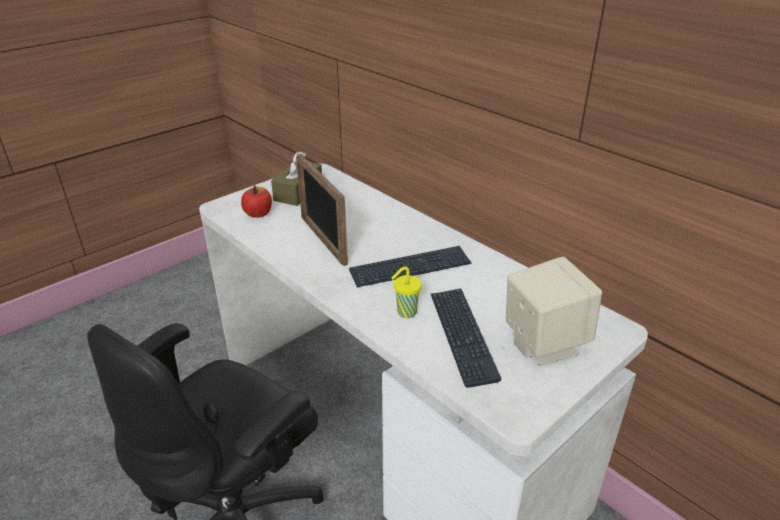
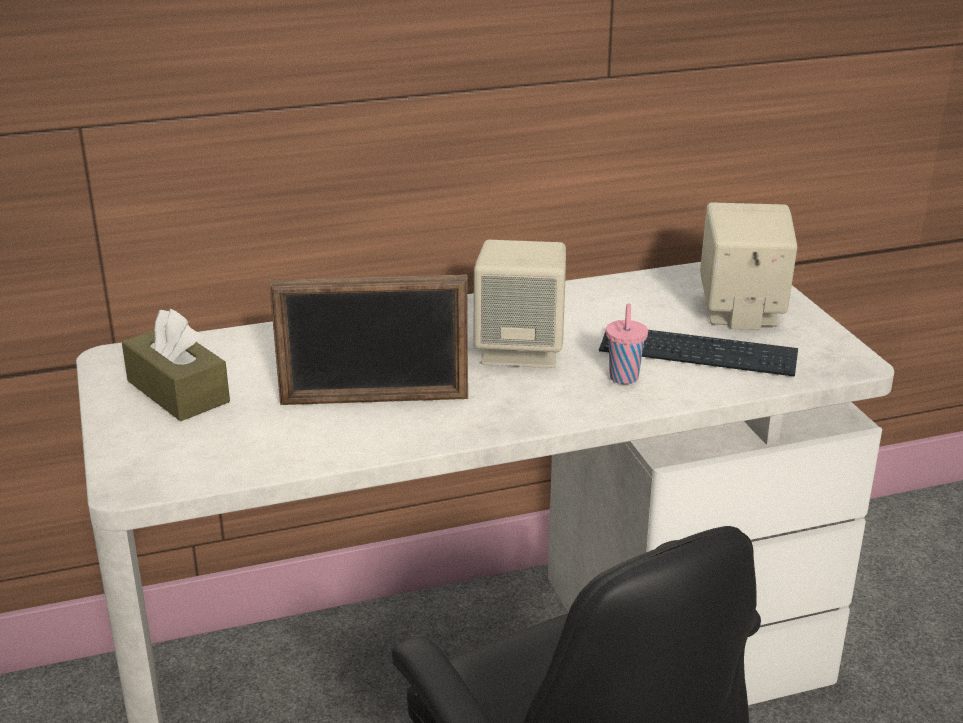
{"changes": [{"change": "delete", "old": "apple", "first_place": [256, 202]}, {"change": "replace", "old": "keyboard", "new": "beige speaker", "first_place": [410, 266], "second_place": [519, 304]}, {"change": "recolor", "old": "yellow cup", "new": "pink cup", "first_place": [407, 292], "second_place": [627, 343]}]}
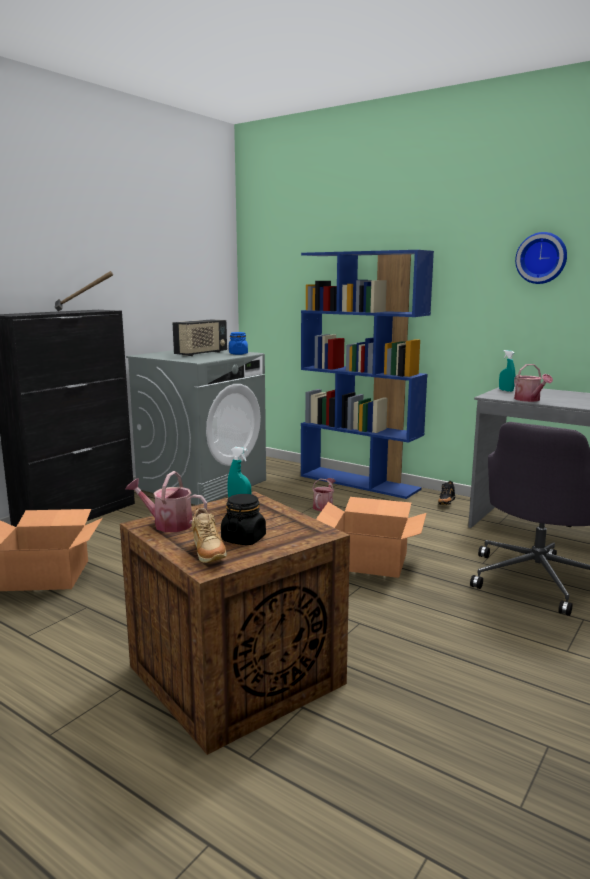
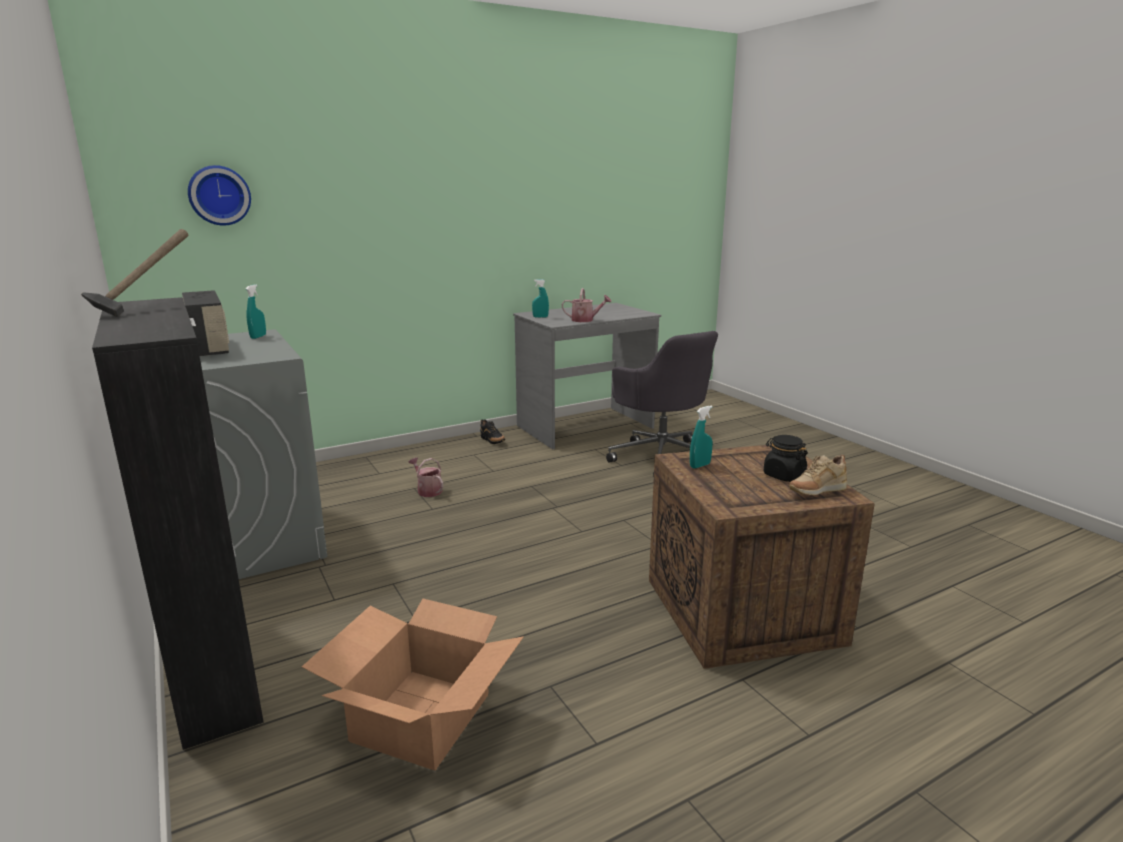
{"changes": [{"change": "delete", "old": "watering can", "first_place": [166, 501]}, {"change": "rotate", "old": "beige shoe", "first_place": [209, 535], "second_place": [818, 475], "degrees": 150}, {"change": "replace", "old": "blue jar", "new": "turquoise spray bottle", "first_place": [238, 343], "second_place": [256, 311]}, {"change": "delete", "old": "blue bookcase", "first_place": [367, 374]}, {"change": "delete", "old": "cardboard box", "first_place": [371, 537]}, {"change": "move", "old": "wall clock", "first_place": [541, 258], "second_place": [219, 195]}]}
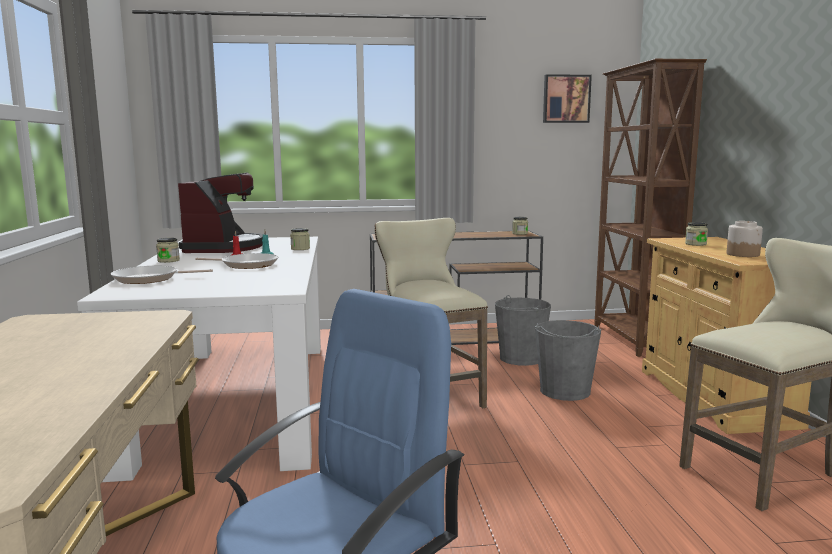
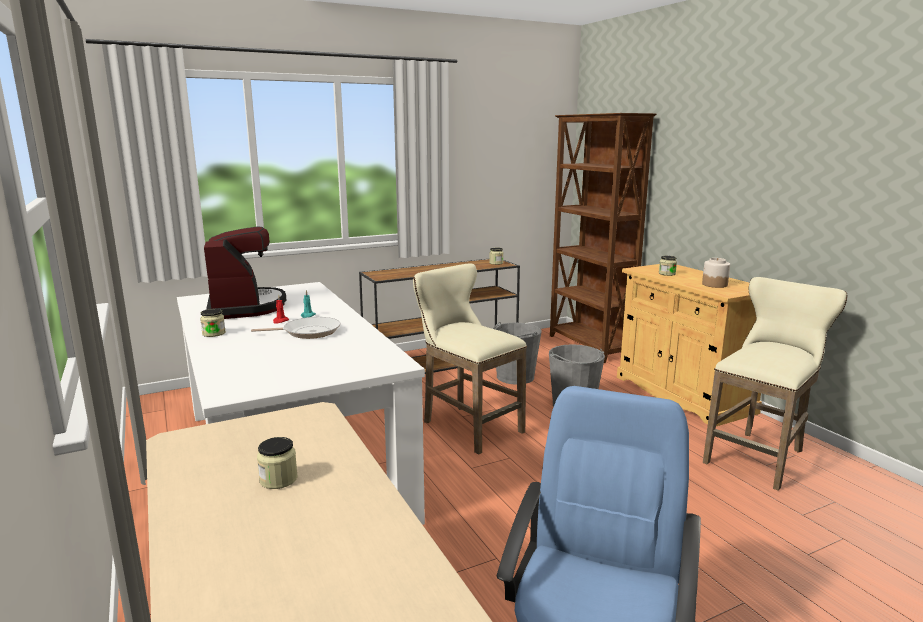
{"changes": [{"change": "delete", "old": "frying pan", "first_place": [162, 275]}, {"change": "move", "old": "jar", "first_place": [300, 239], "second_place": [277, 463]}, {"change": "delete", "old": "picture", "first_place": [567, 98]}]}
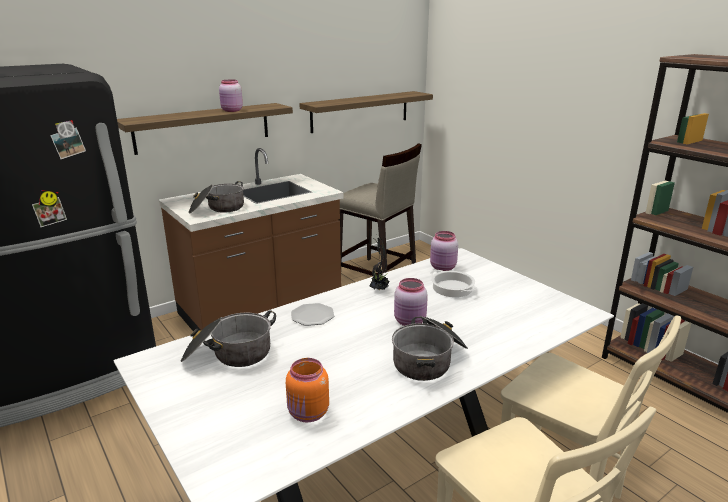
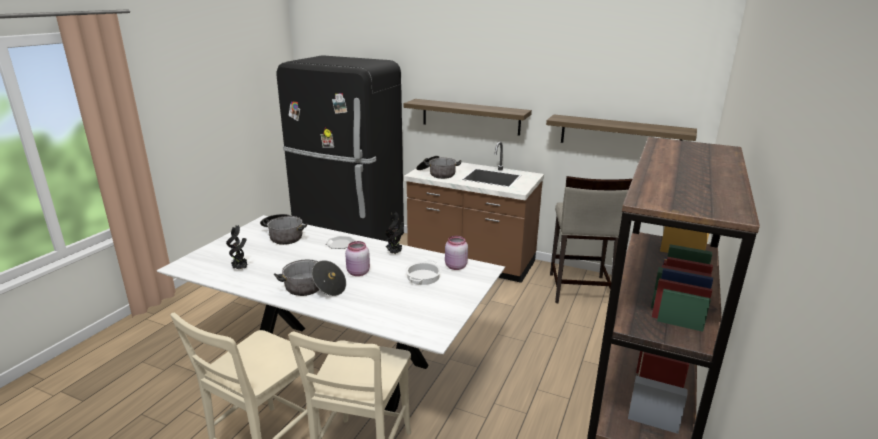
{"changes": [{"change": "delete", "old": "pink jar", "first_place": [231, 96]}, {"change": "replace", "old": "orange jar", "new": "potted plant", "first_place": [307, 390], "second_place": [237, 247]}]}
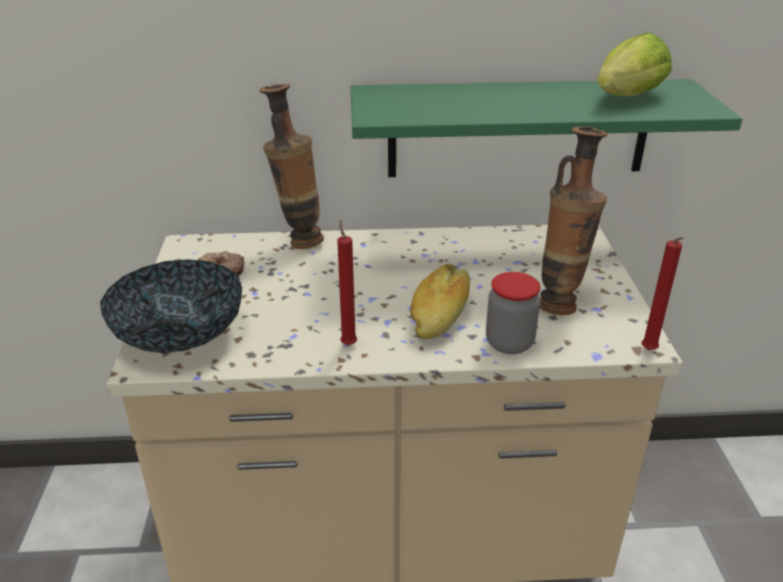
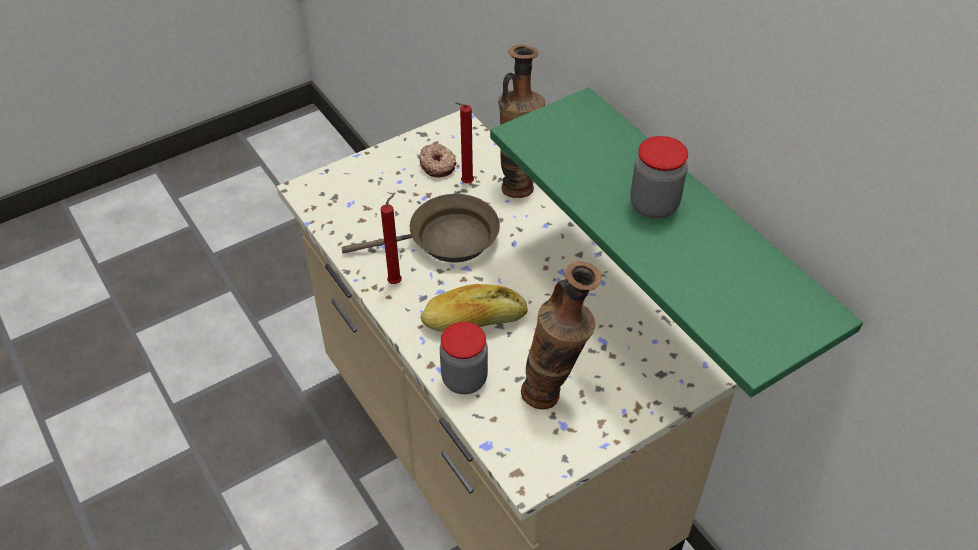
{"changes": [{"change": "delete", "old": "bowl", "first_place": [171, 306]}, {"change": "delete", "old": "lettuce", "first_place": [634, 64]}, {"change": "move", "old": "red candle", "first_place": [662, 293], "second_place": [464, 142]}, {"change": "insert", "new": "brown frying pan", "second_place": [421, 228]}, {"change": "insert", "new": "jar", "second_place": [659, 177]}]}
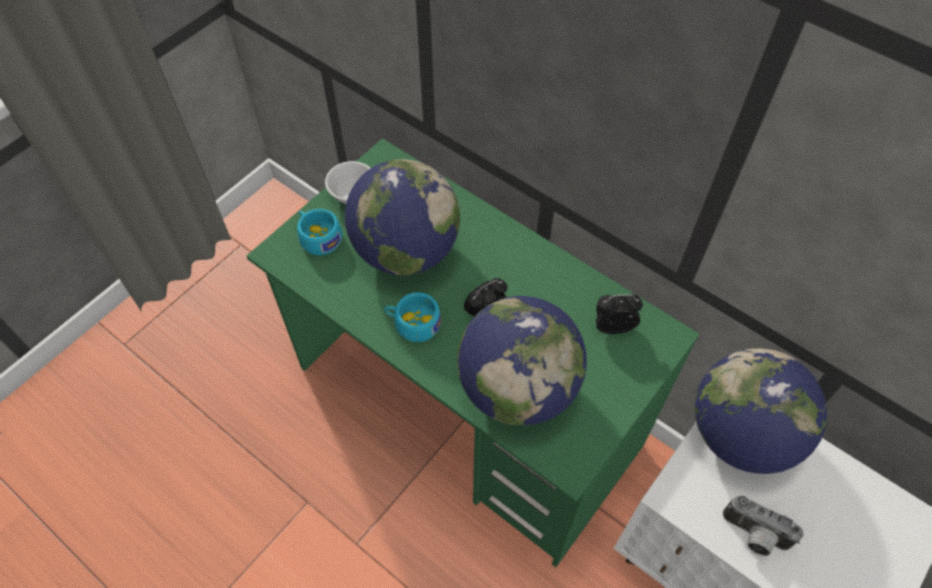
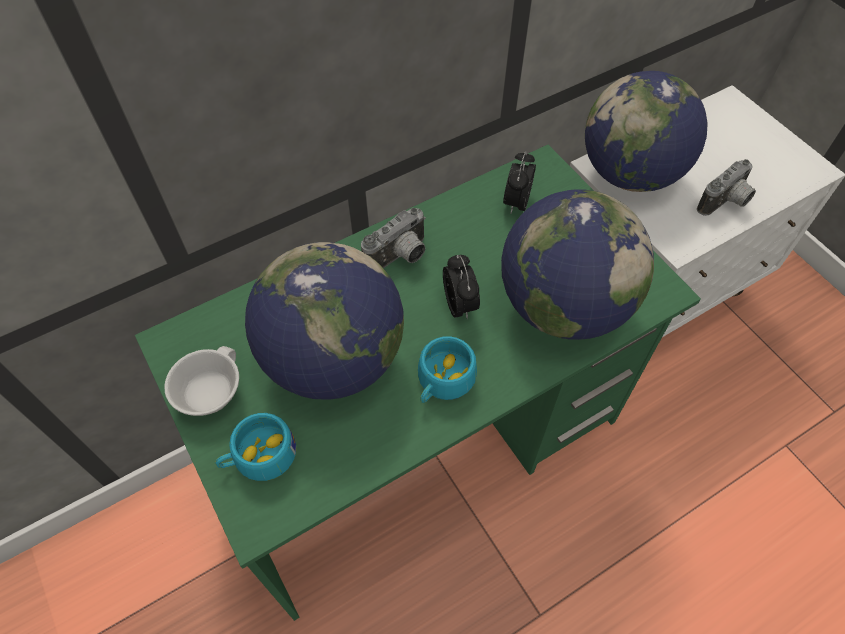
{"changes": [{"change": "insert", "new": "photo camera", "second_place": [393, 238]}]}
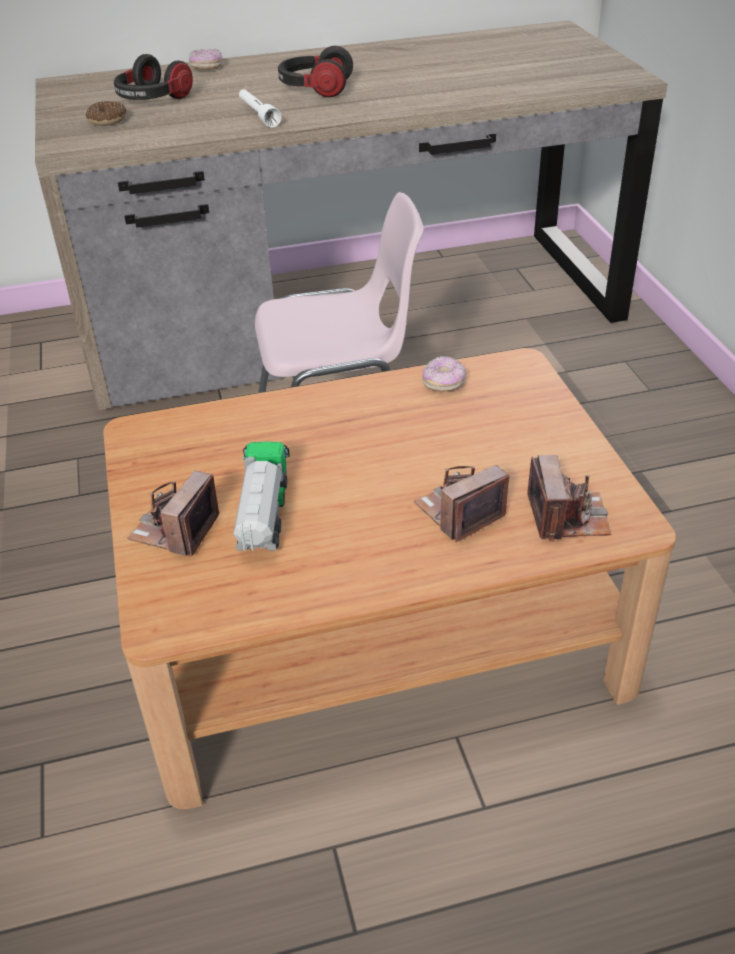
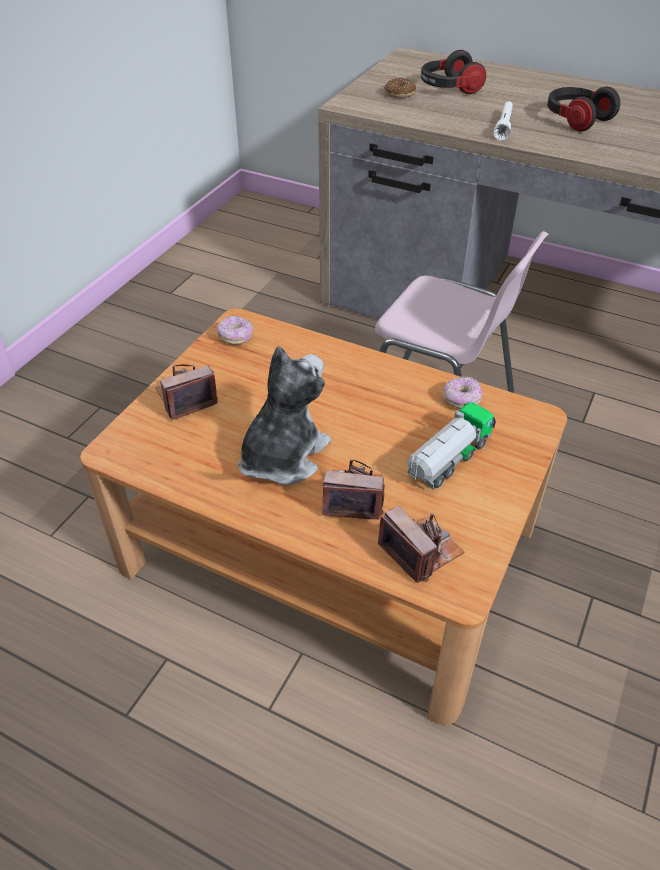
{"changes": [{"change": "move", "old": "donut", "first_place": [206, 59], "second_place": [234, 330]}, {"change": "move", "old": "toy truck", "first_place": [261, 496], "second_place": [451, 445]}, {"change": "rotate", "old": "photo camera", "first_place": [569, 498], "second_place": [421, 544], "degrees": -75}, {"change": "insert", "new": "plush toy", "second_place": [284, 415]}]}
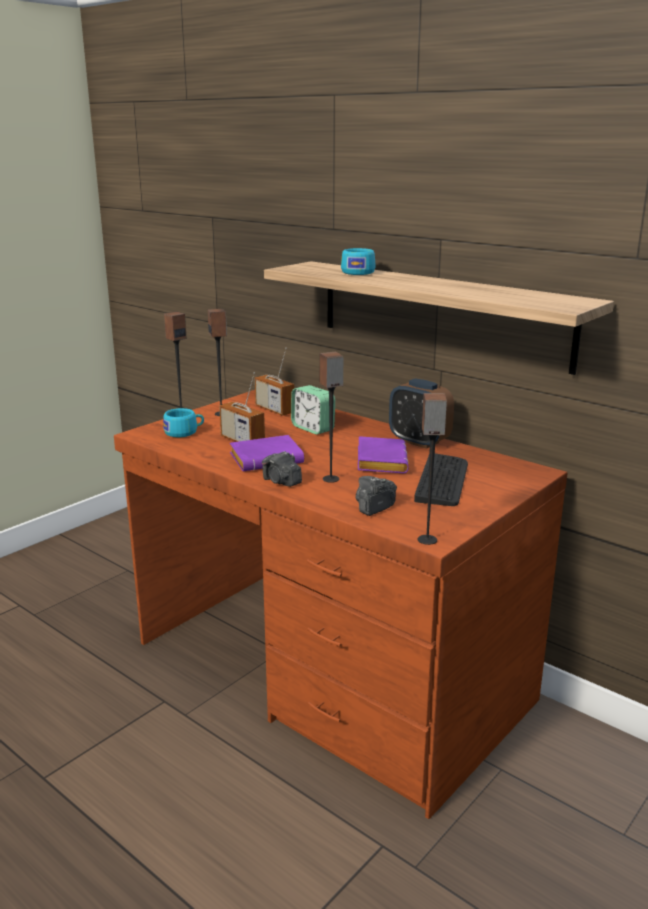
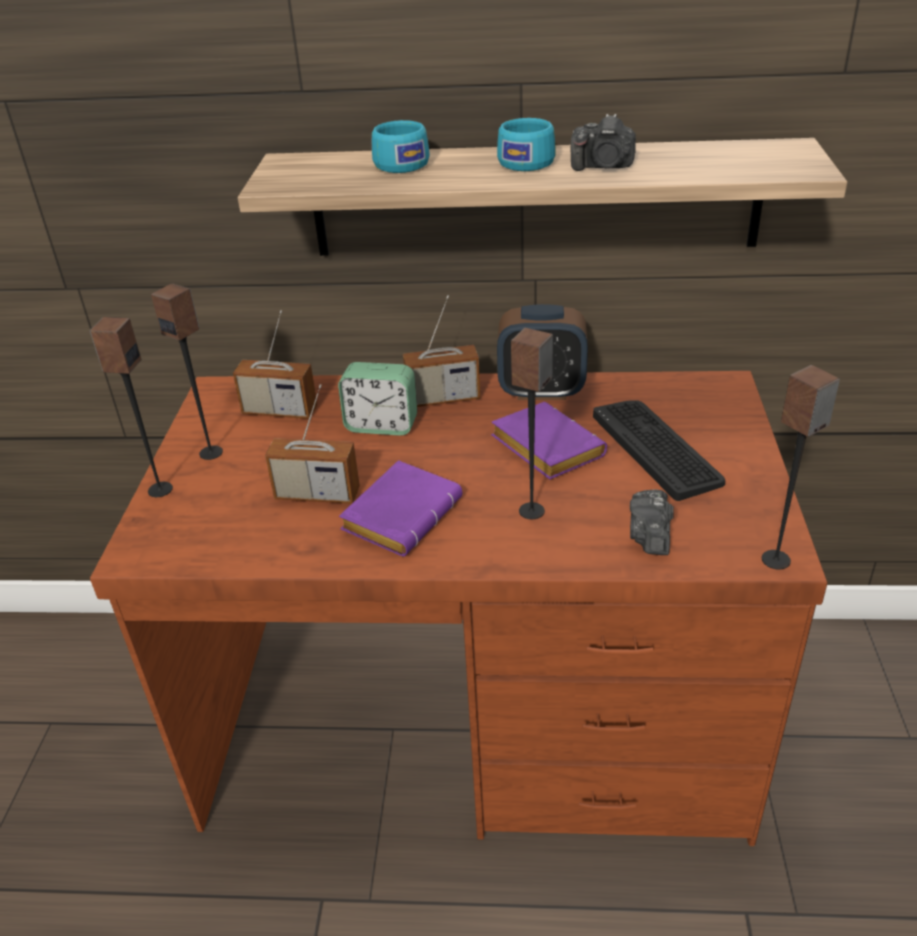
{"changes": [{"change": "move", "old": "turquoise cup", "first_place": [183, 422], "second_place": [526, 144]}, {"change": "move", "old": "photo camera", "first_place": [282, 469], "second_place": [603, 142]}, {"change": "insert", "new": "radio", "second_place": [441, 351]}]}
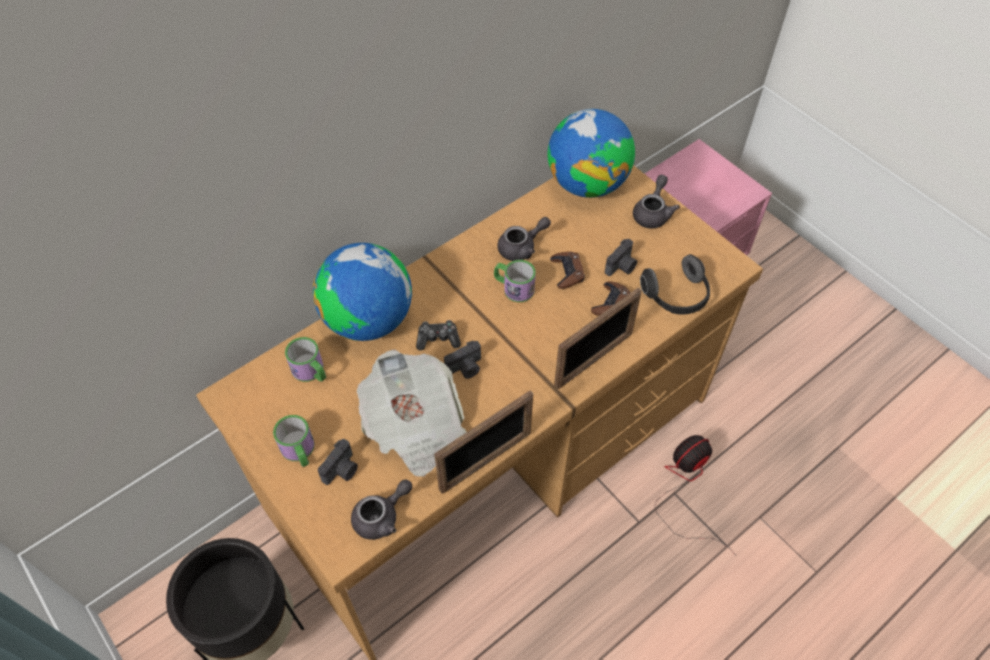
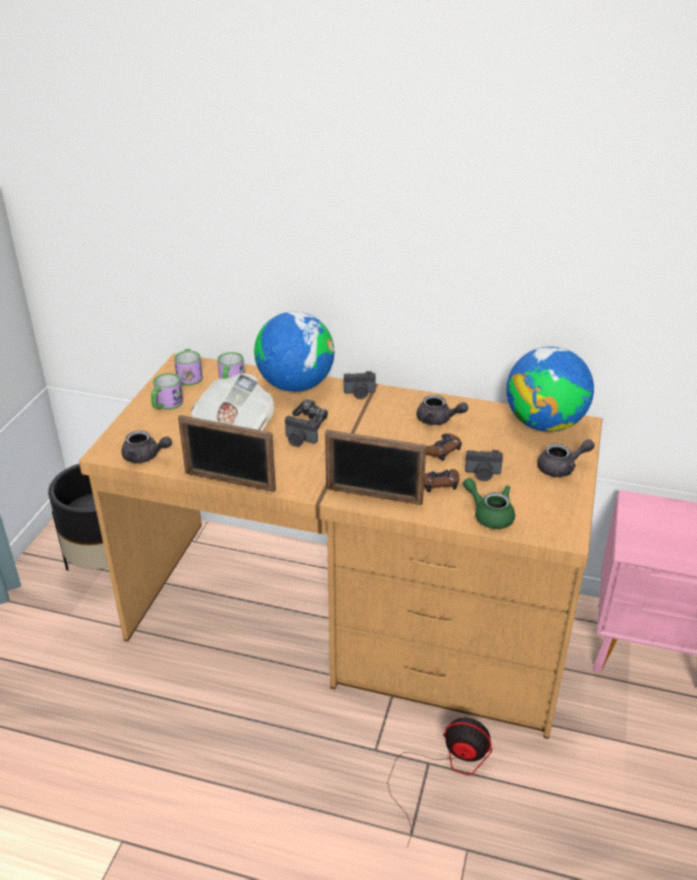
{"changes": [{"change": "move", "old": "photo camera", "first_place": [338, 462], "second_place": [360, 385]}, {"change": "move", "old": "mug", "first_place": [515, 281], "second_place": [188, 367]}, {"change": "replace", "old": "headphones", "new": "green teapot", "first_place": [675, 284], "second_place": [489, 503]}]}
